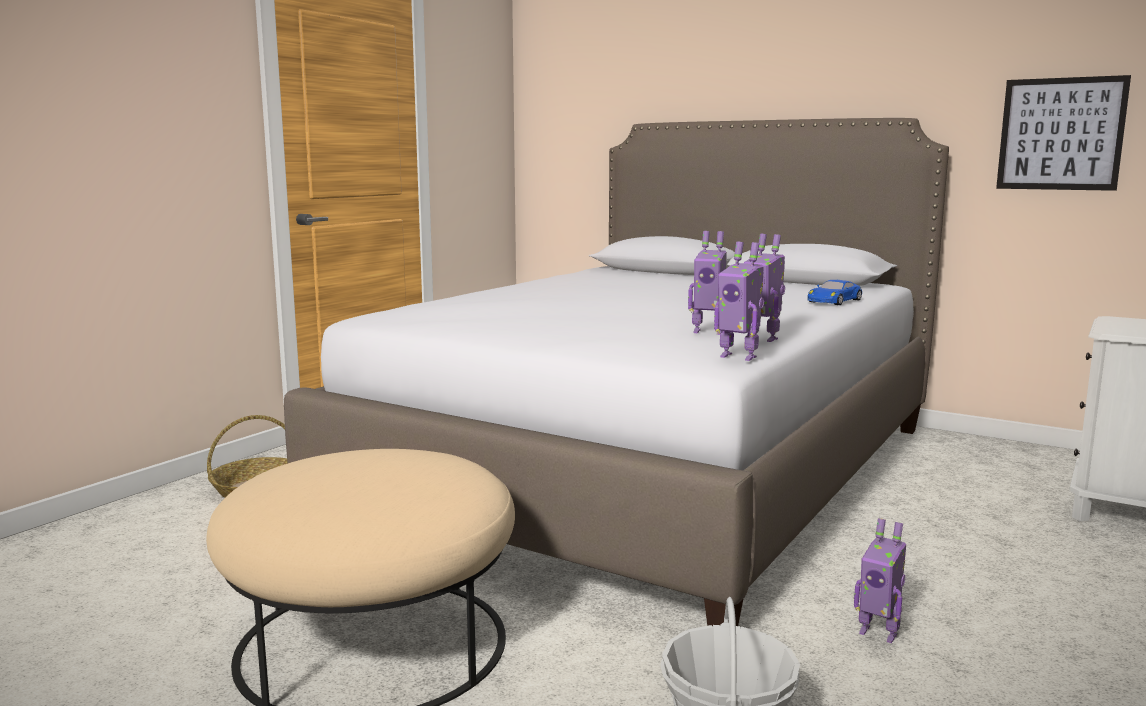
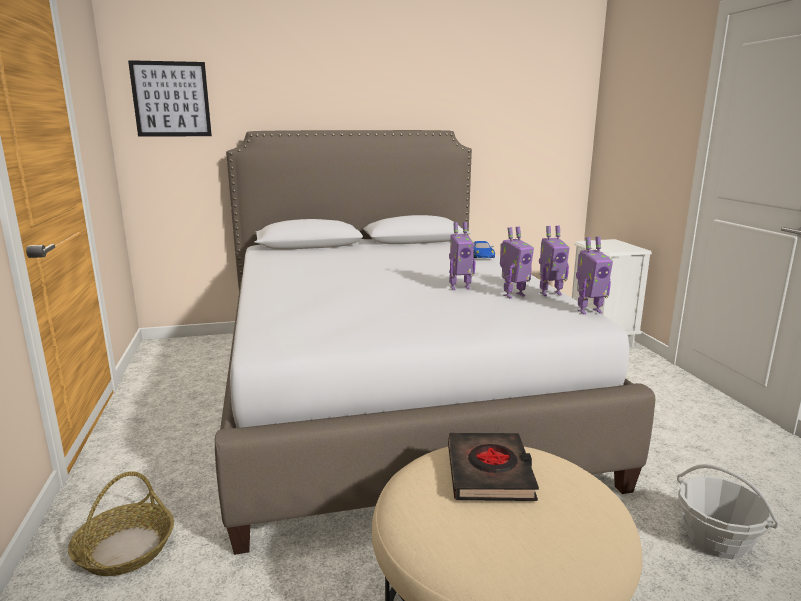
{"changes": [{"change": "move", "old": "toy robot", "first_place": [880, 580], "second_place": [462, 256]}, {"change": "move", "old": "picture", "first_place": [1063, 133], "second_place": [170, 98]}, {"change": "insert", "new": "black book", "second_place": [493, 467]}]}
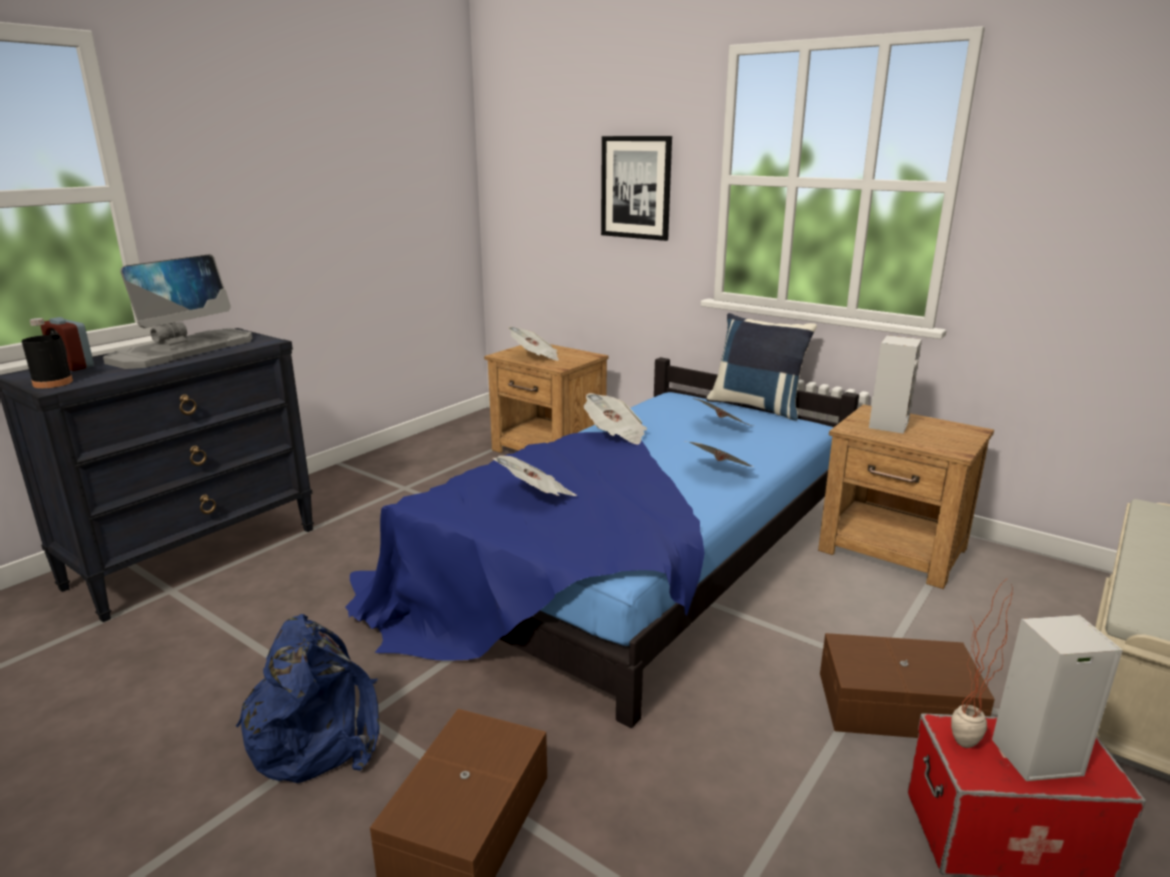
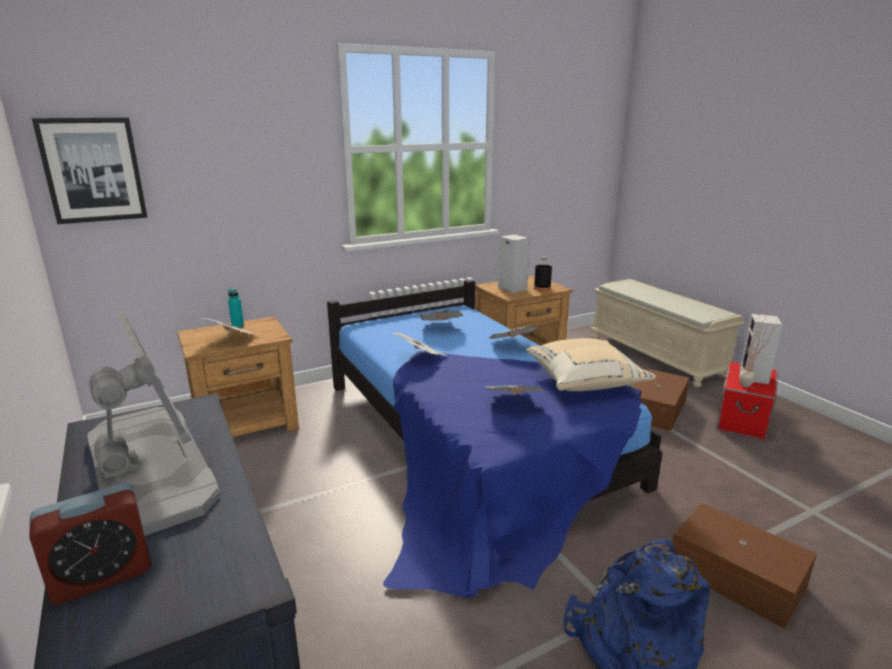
{"changes": [{"change": "move", "old": "black bottle", "first_place": [47, 353], "second_place": [543, 273]}, {"change": "move", "old": "picture", "first_place": [636, 188], "second_place": [89, 171]}, {"change": "delete", "old": "blue pillow", "first_place": [761, 367]}, {"change": "insert", "new": "turquoise bottle", "second_place": [236, 308]}, {"change": "insert", "new": "beige pillow", "second_place": [591, 364]}]}
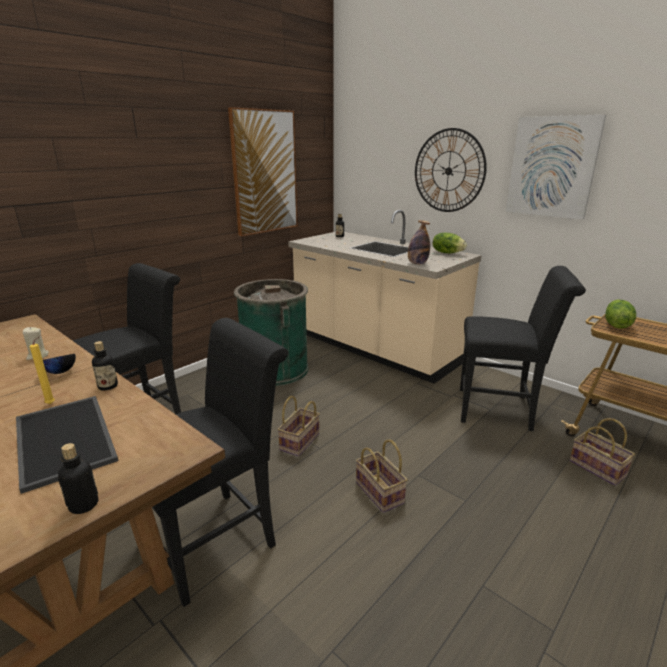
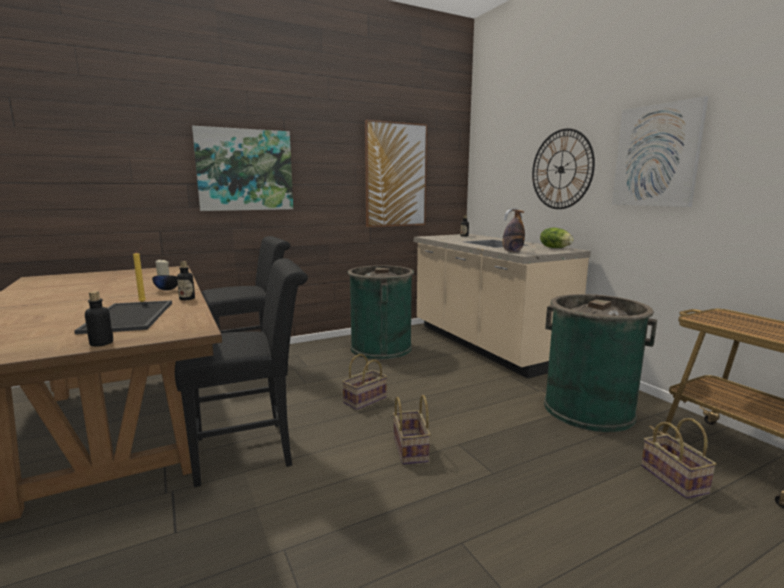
{"changes": [{"change": "replace", "old": "black chair", "new": "green trash can", "first_place": [523, 348], "second_place": [600, 363]}, {"change": "delete", "old": "lettuce", "first_place": [620, 314]}, {"change": "insert", "new": "picture", "second_place": [242, 168]}]}
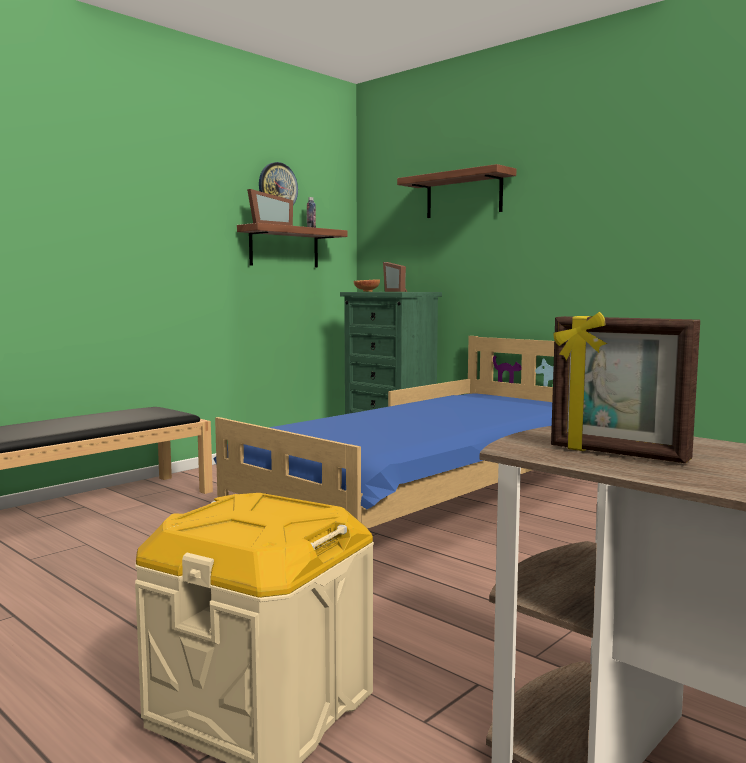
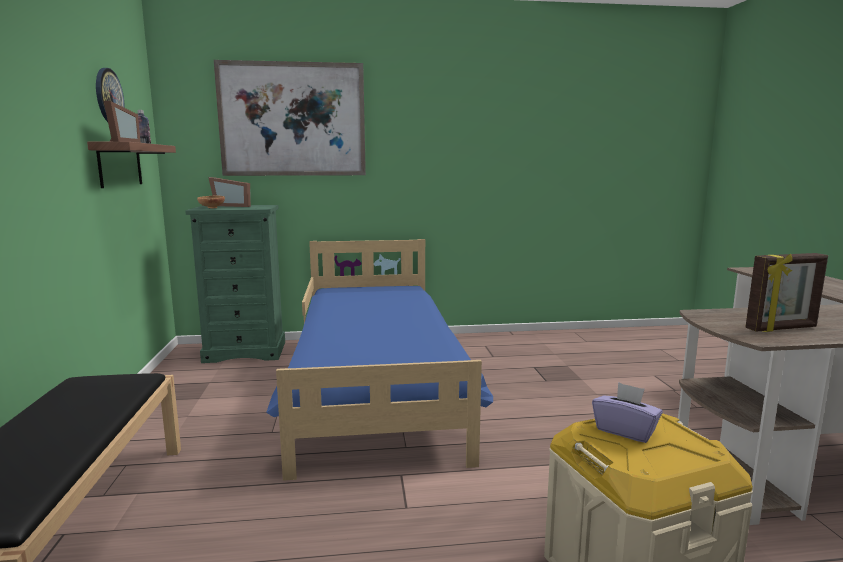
{"changes": [{"change": "replace", "old": "shelf", "new": "picture", "first_place": [456, 191], "second_place": [290, 118]}, {"change": "insert", "new": "purple tissue box", "second_place": [627, 412]}]}
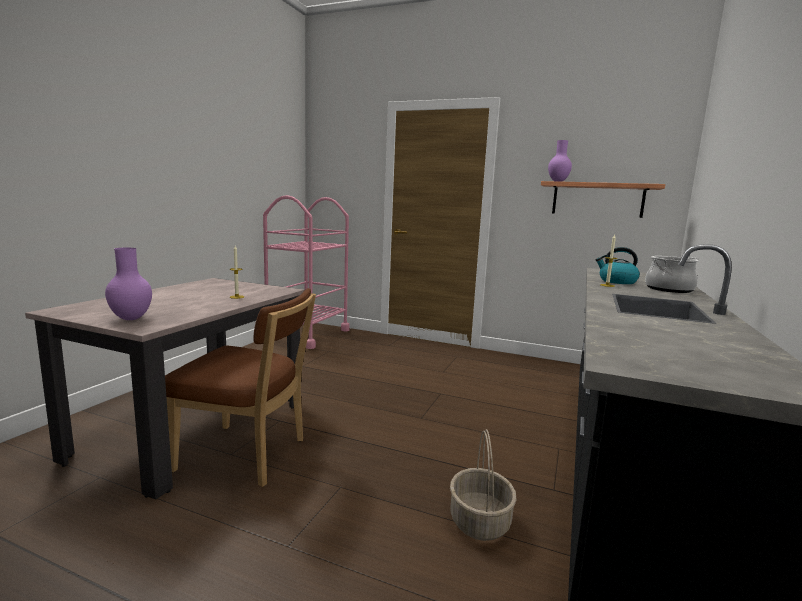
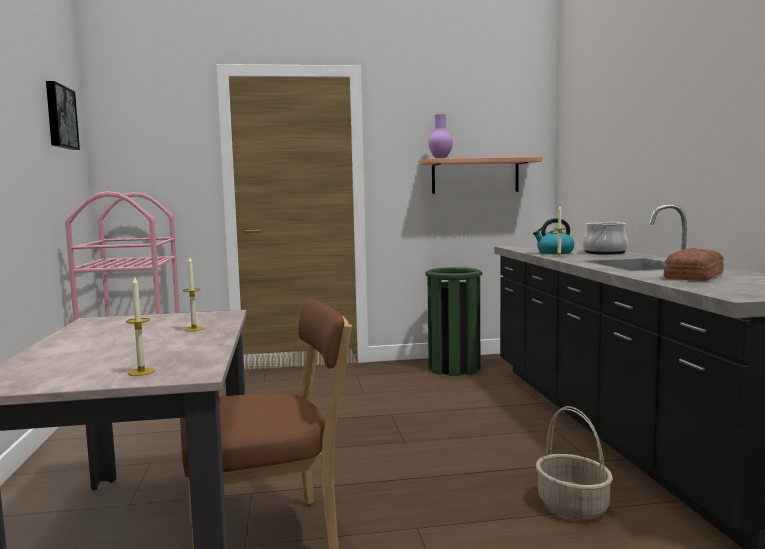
{"changes": [{"change": "replace", "old": "purple vase", "new": "candle", "first_place": [128, 284], "second_place": [140, 326]}, {"change": "insert", "new": "picture", "second_place": [63, 115]}, {"change": "insert", "new": "green trash can", "second_place": [453, 321]}, {"change": "insert", "new": "bread", "second_place": [694, 264]}]}
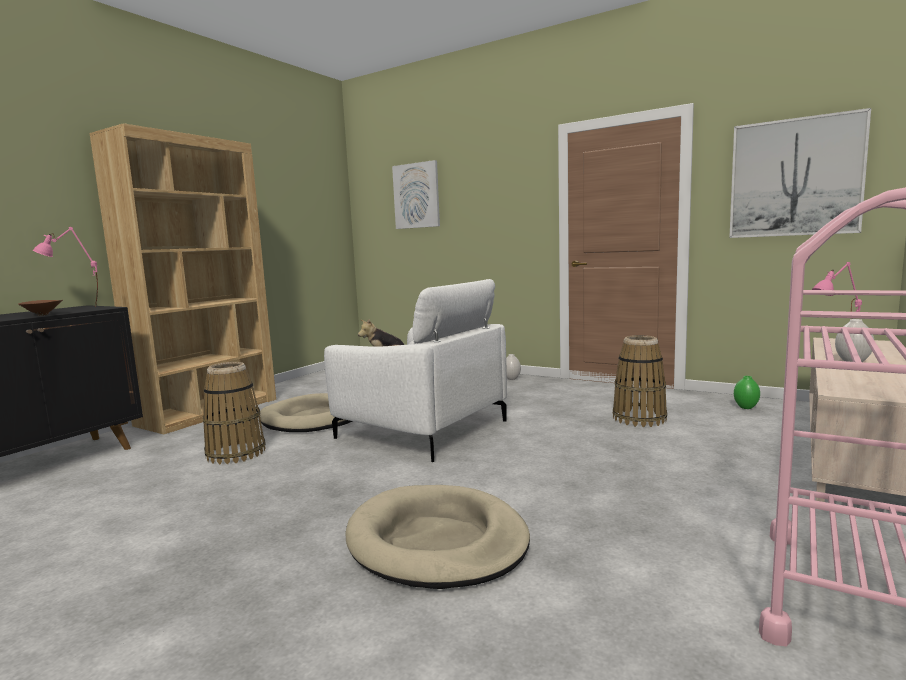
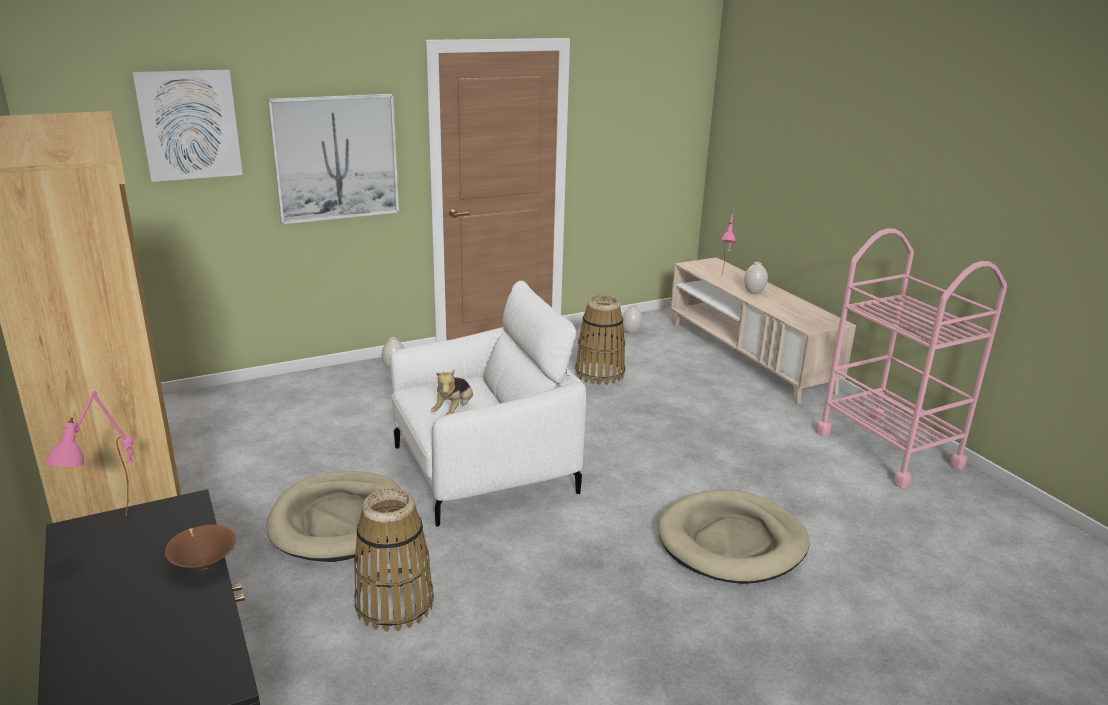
{"changes": [{"change": "move", "old": "picture", "first_place": [800, 173], "second_place": [333, 159]}, {"change": "recolor", "old": "green vase", "new": "white vase", "first_place": [747, 392], "second_place": [632, 319]}]}
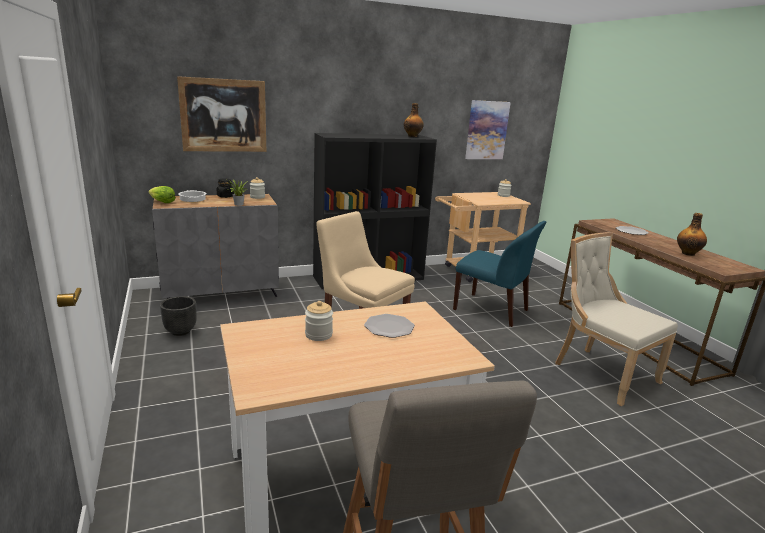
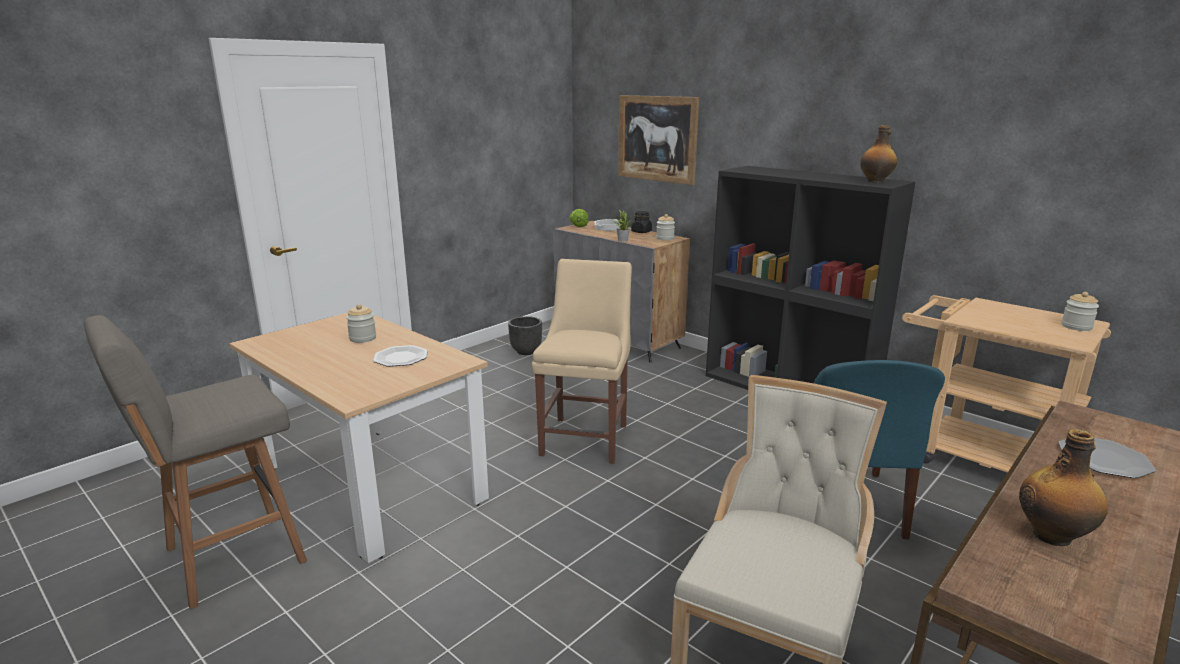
{"changes": [{"change": "delete", "old": "picture", "first_place": [488, 129]}]}
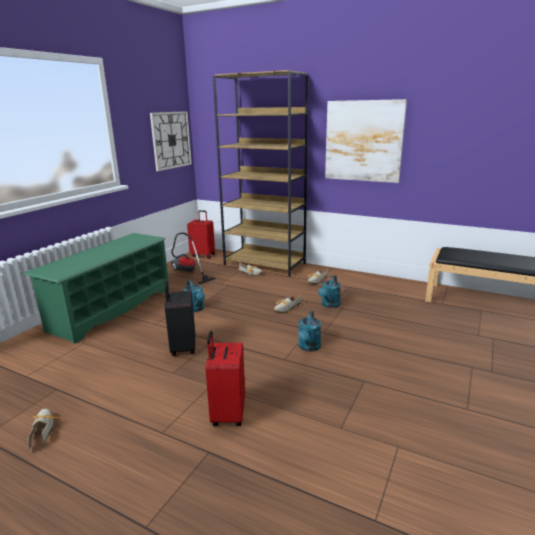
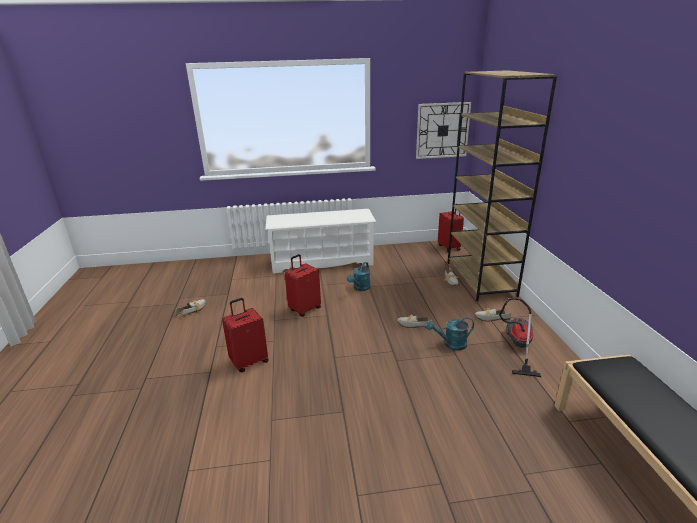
{"changes": [{"change": "recolor", "old": "green shoe rack", "new": "white shoe rack", "first_place": [96, 288], "second_place": [320, 241]}, {"change": "recolor", "old": "black suitcase", "new": "red suitcase", "first_place": [179, 318], "second_place": [303, 285]}, {"change": "move", "old": "vacuum cleaner", "first_place": [193, 258], "second_place": [520, 337]}, {"change": "delete", "old": "turquoise watering can", "first_place": [309, 331]}, {"change": "delete", "old": "picture", "first_place": [366, 141]}]}
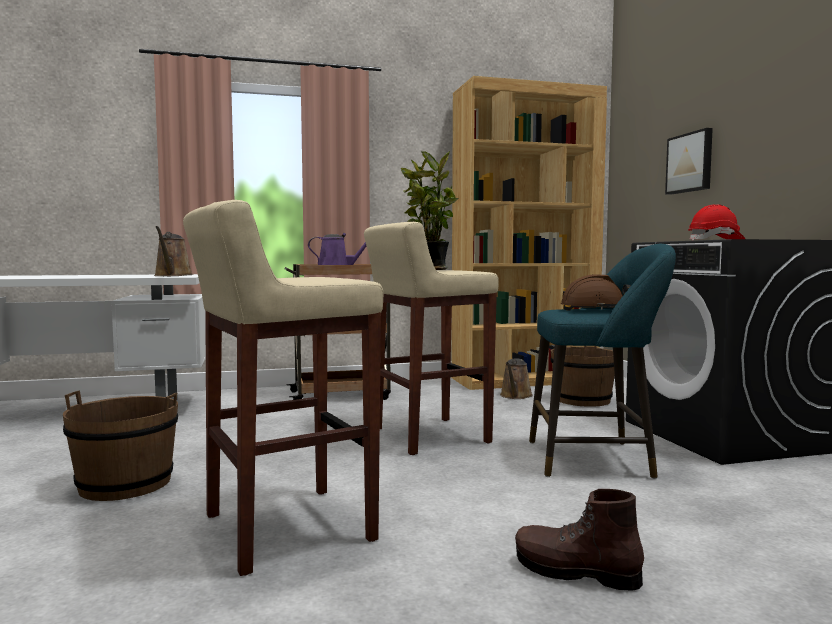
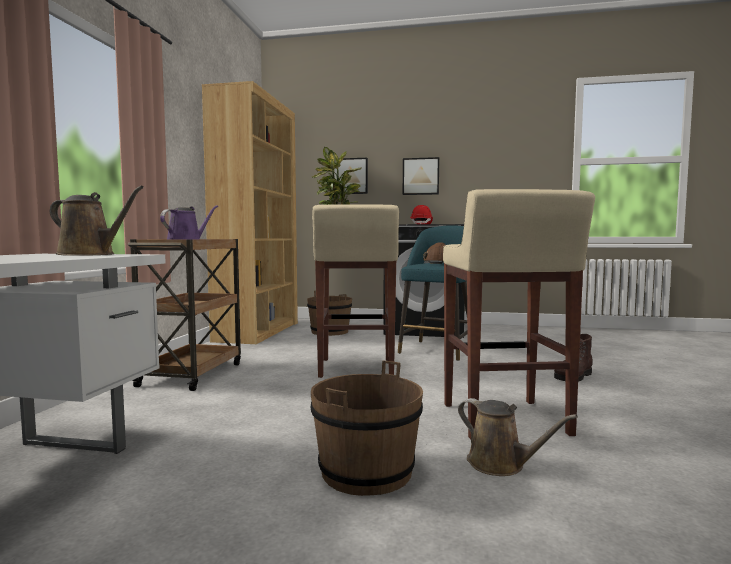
{"changes": [{"change": "move", "old": "brown watering can", "first_place": [516, 378], "second_place": [518, 437]}, {"change": "insert", "new": "picture", "second_place": [421, 176]}]}
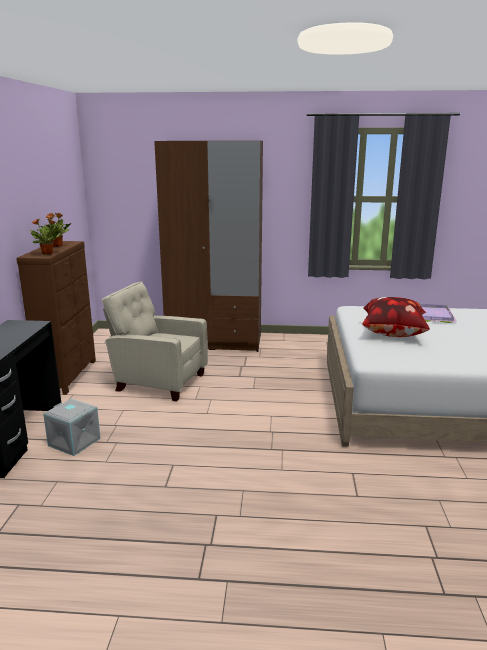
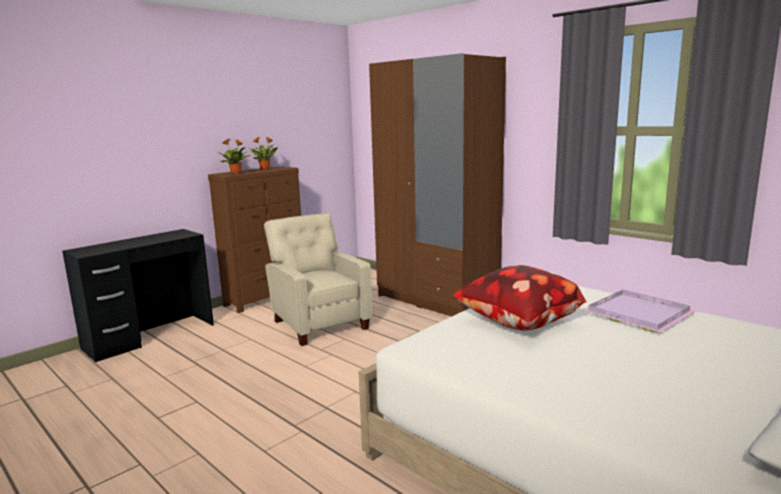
{"changes": [{"change": "delete", "old": "grey storage box", "first_place": [72, 427]}]}
